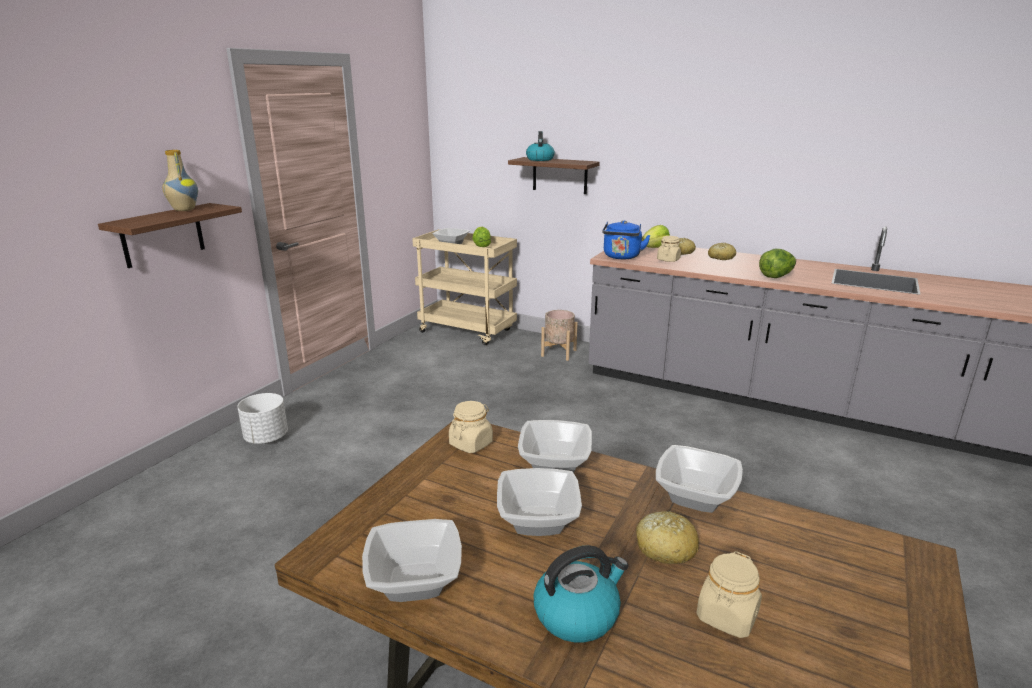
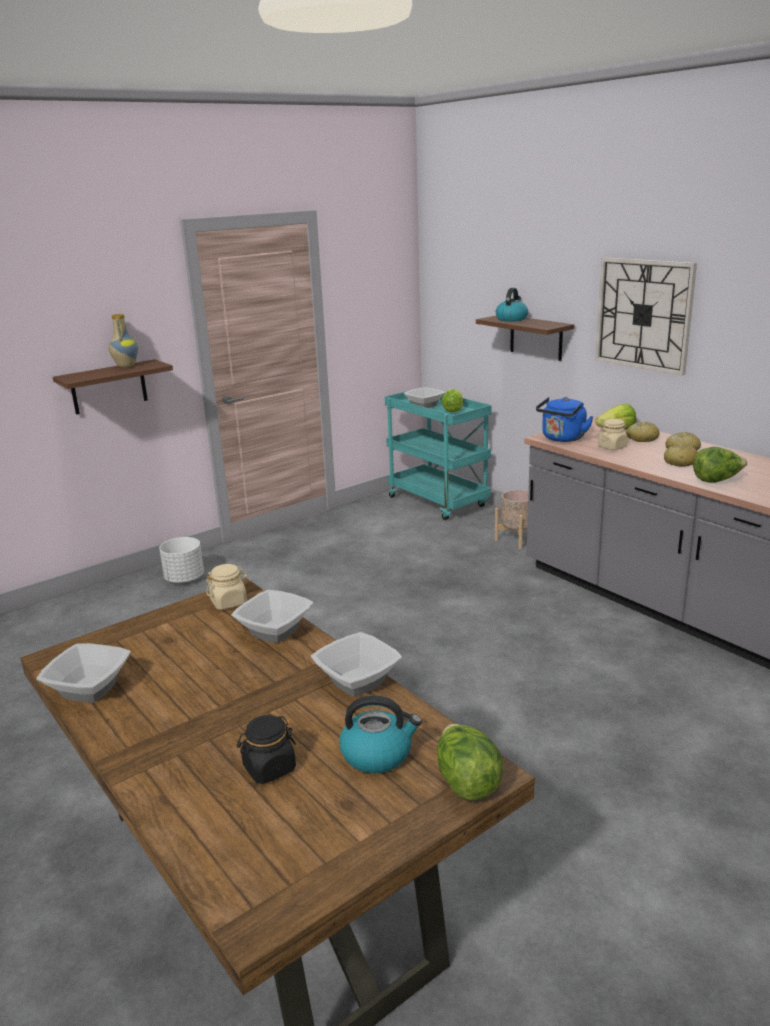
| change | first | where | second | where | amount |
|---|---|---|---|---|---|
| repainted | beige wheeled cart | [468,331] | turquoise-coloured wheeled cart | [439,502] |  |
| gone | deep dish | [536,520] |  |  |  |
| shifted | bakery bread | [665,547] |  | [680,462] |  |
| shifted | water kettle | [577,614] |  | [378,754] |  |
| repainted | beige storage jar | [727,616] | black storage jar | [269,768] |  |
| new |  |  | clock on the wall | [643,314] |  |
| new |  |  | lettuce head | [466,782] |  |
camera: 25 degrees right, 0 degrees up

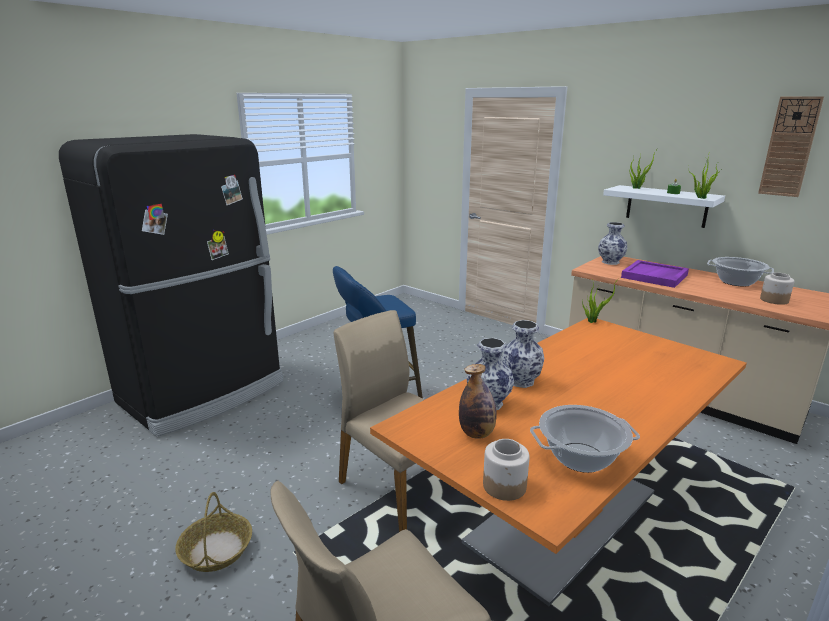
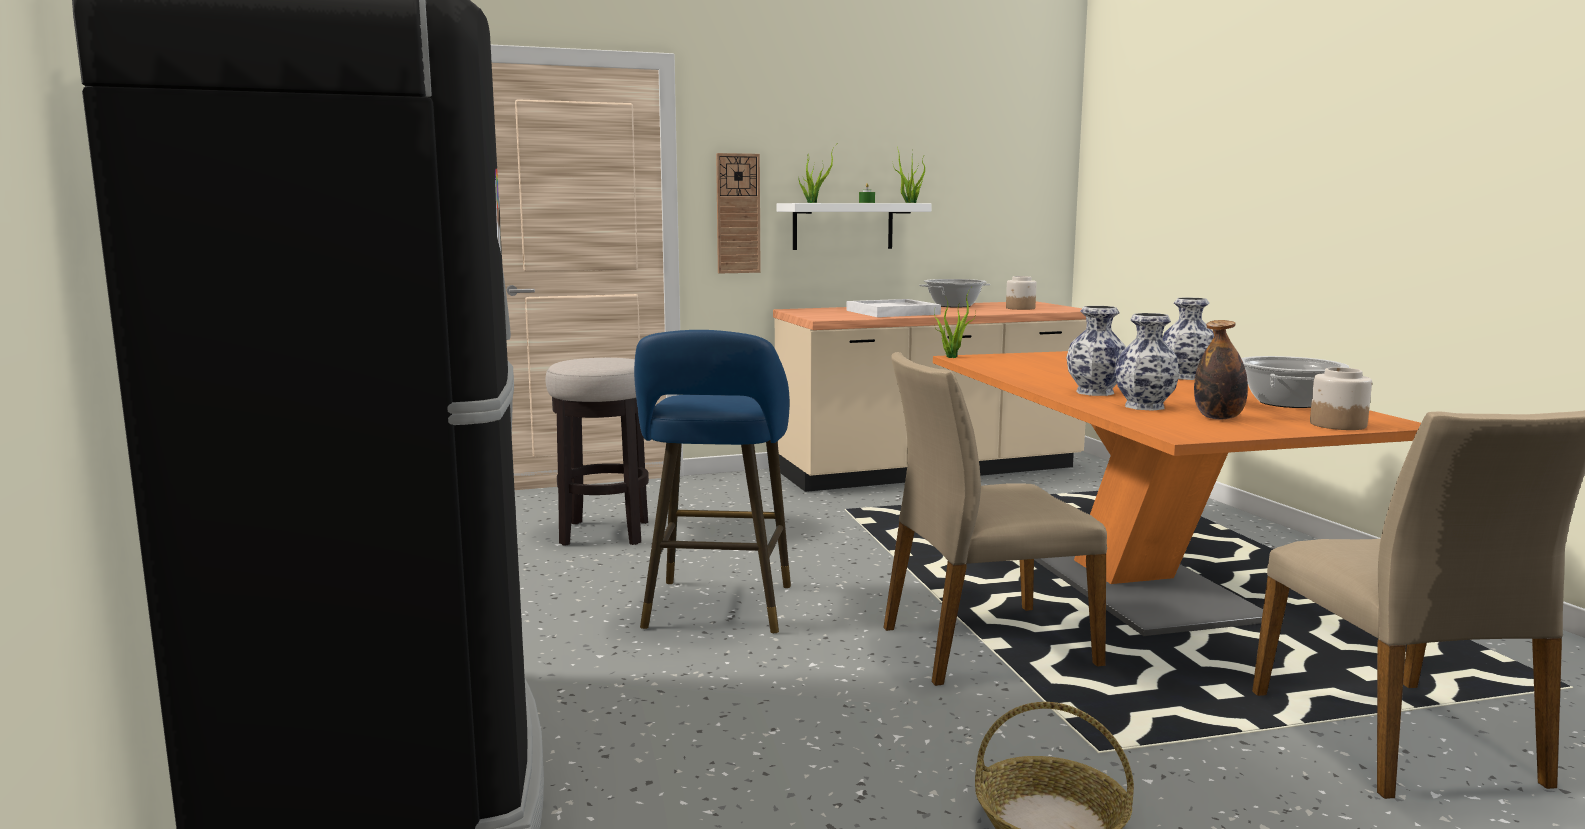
| change | first | where | second | where | amount |
|---|---|---|---|---|---|
| shifted | clock on the wall | [789,147] |  | [738,213] |  |
| shifted | vase | [610,262] |  | [1185,377] |  |
| repainted | purple tray | [655,276] | whitish tray | [893,312] |  |
| new |  |  | stool | [605,533] |  |
camera: 60 degrees left, 10 degrees down

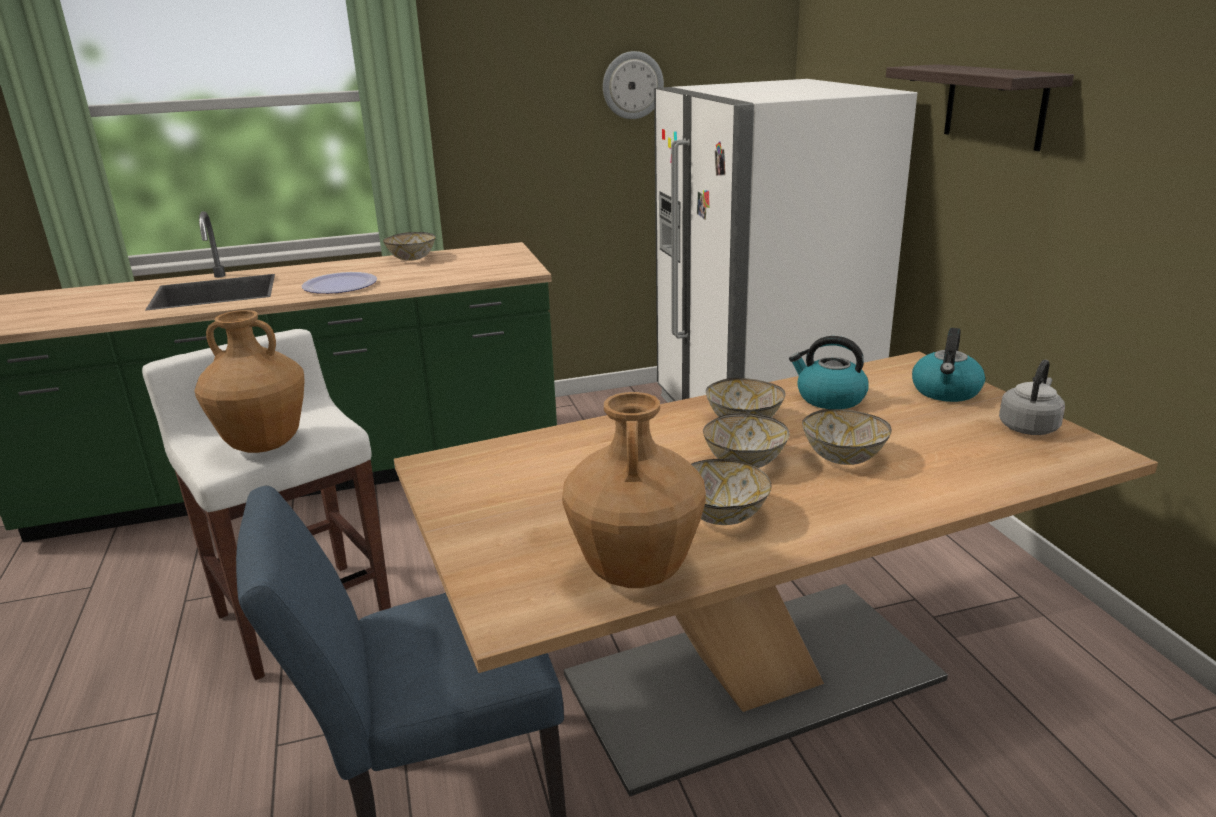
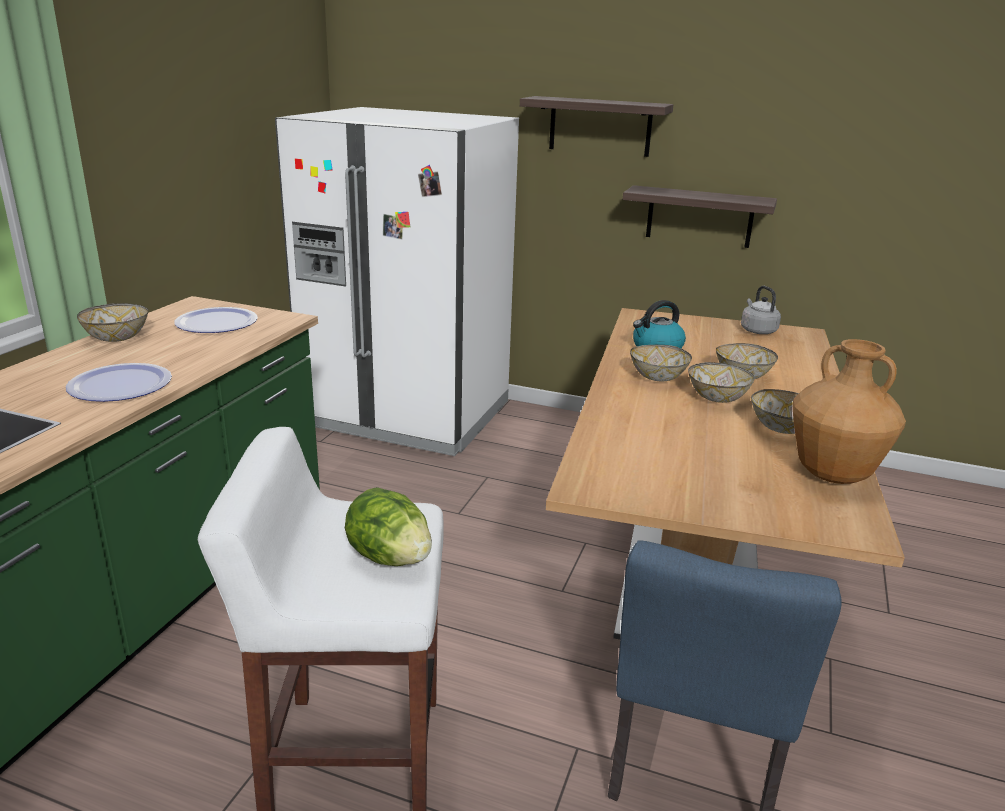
| change | first | where | second | where | amount |
|---|---|---|---|---|---|
| gone | clock on the wall | [632,85] |  |  |  |
| swapped | brownish vase | [265,445] | lettuce head | [390,558] |  |
| gone | water kettle | [946,391] |  |  |  |
| new |  |  | shelf | [699,217] |  |
| new |  |  | dinner plate | [216,322] |  |
camera: 55 degrees left, 0 degrees up

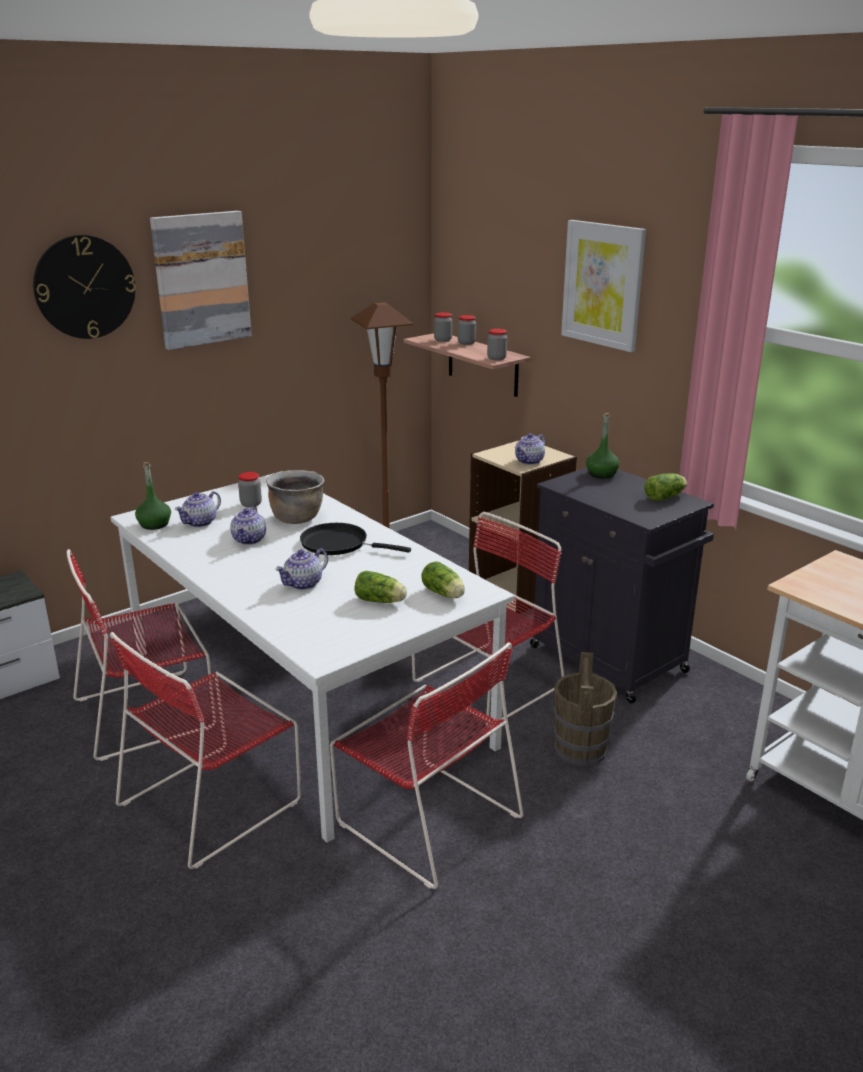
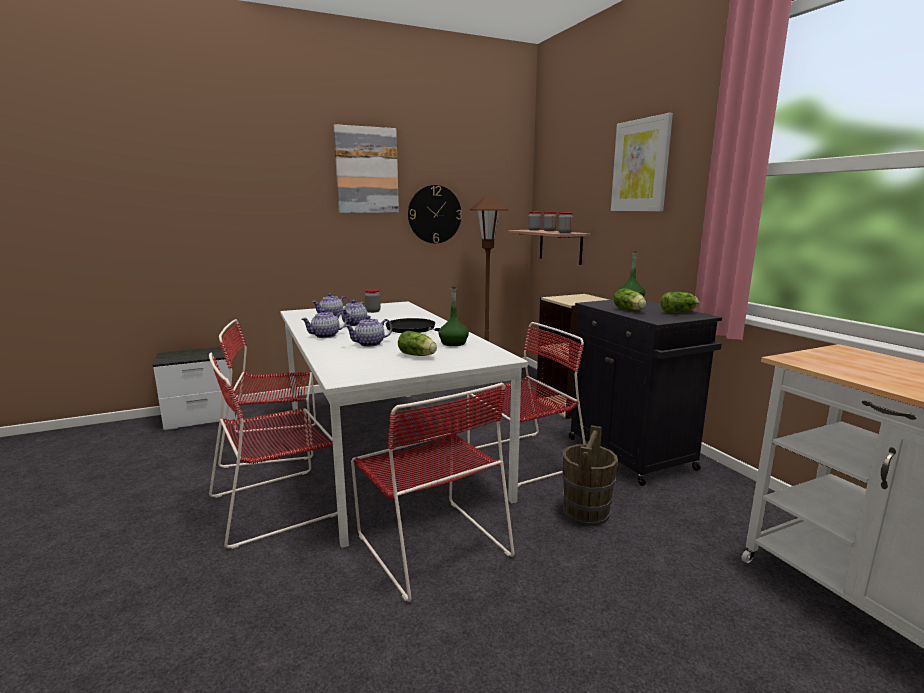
| change | first | where | second | where | amount |
|---|---|---|---|---|---|
| shifted | clock on the wall | [85,287] |  | [434,214] |  |
| shifted | teapot | [529,461] |  | [325,336] |  |
| shifted | green-coloured bottle | [154,524] |  | [453,343] |  |
| gone | brownish cooking pot | [297,518] |  |  |  |
| shifted | lettuce head | [444,594] |  | [630,310] |  |
camera: 15 degrees right, 10 degrees down

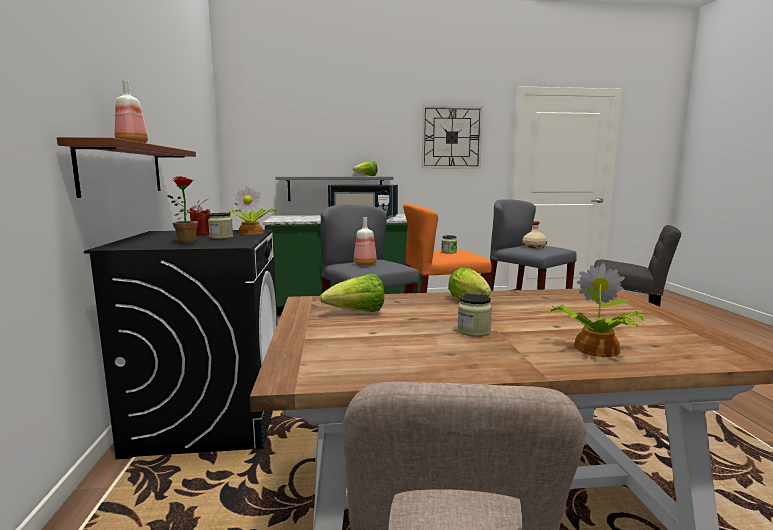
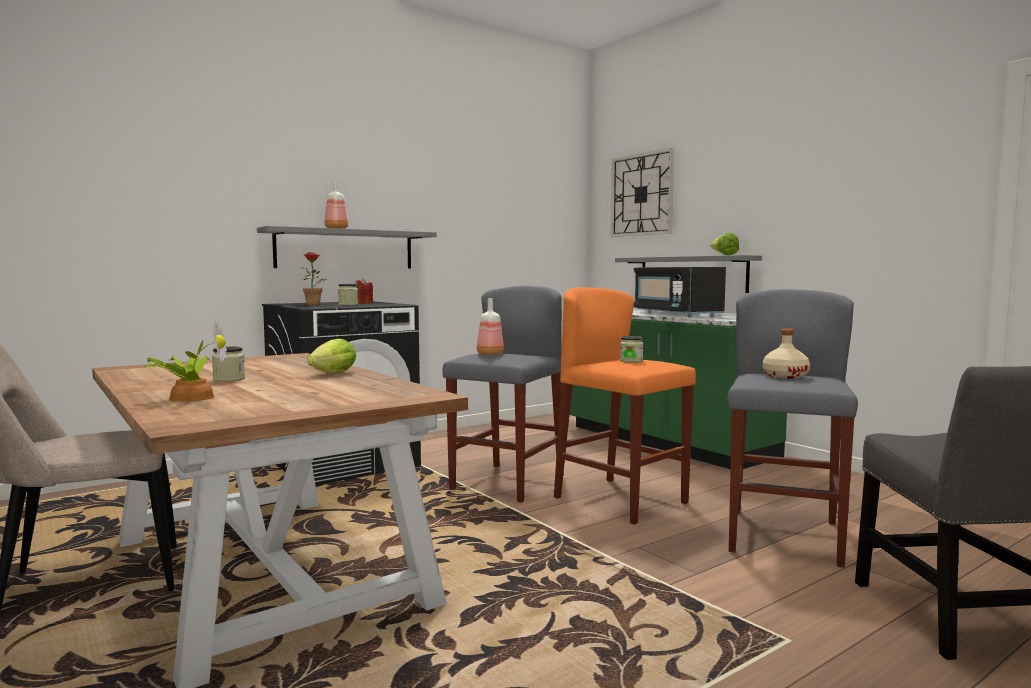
| change | first | where | second | where | amount |
|---|---|---|---|---|---|
| shifted | clock on the wall | [451,137] |  | [642,194] |  |
| repainted | brownish shelf | [123,169] | greyish shelf | [345,249] |  |
| gone | potted plant | [252,232] |  |  |  |
| gone | lettuce head | [357,313] |  |  |  |
camera: 60 degrees right, 5 degrees down

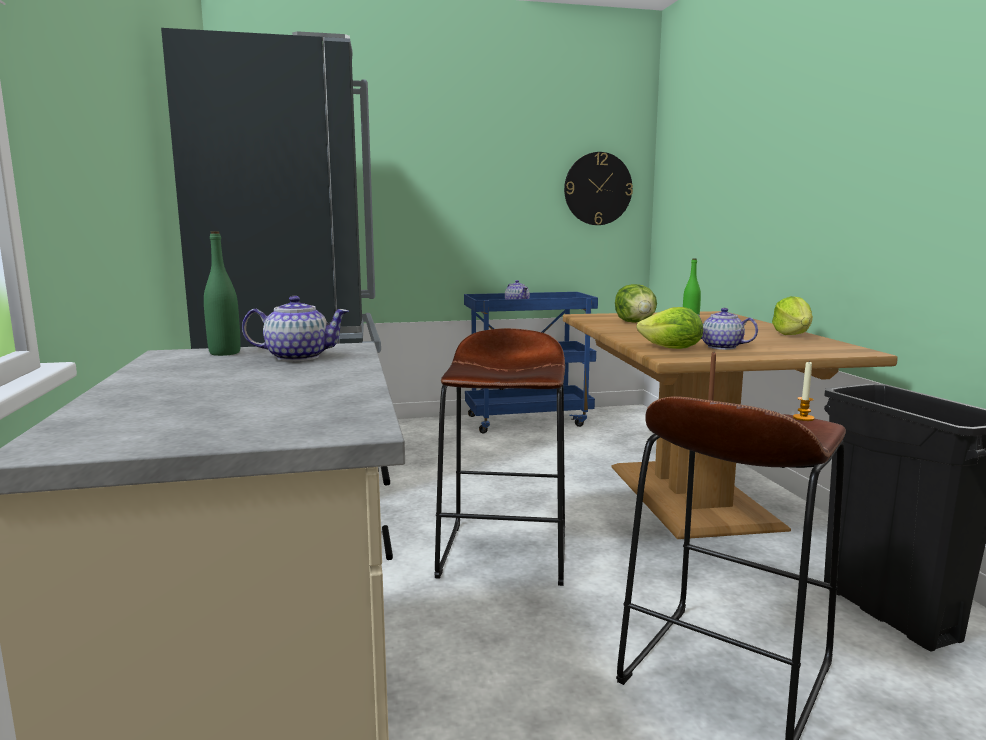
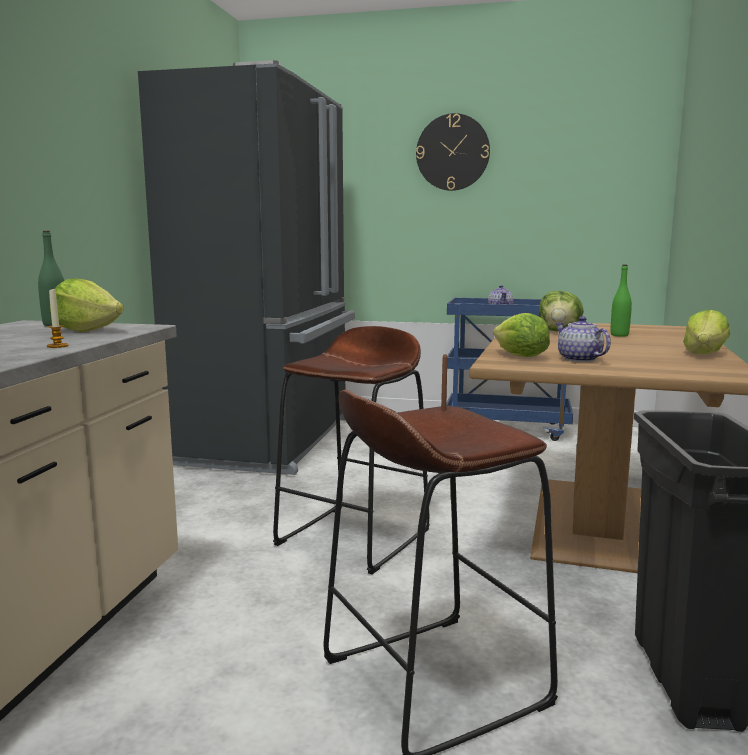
| change | first | where | second | where | amount |
|---|---|---|---|---|---|
| shifted | clock on the wall | [598,189] |  | [452,152] |  |
| swapped | teapot | [297,357] | lettuce head | [86,330] |  |
| shifted | wax candle | [803,418] |  | [57,346] |  |
camera: 25 degrees right, 0 degrees up

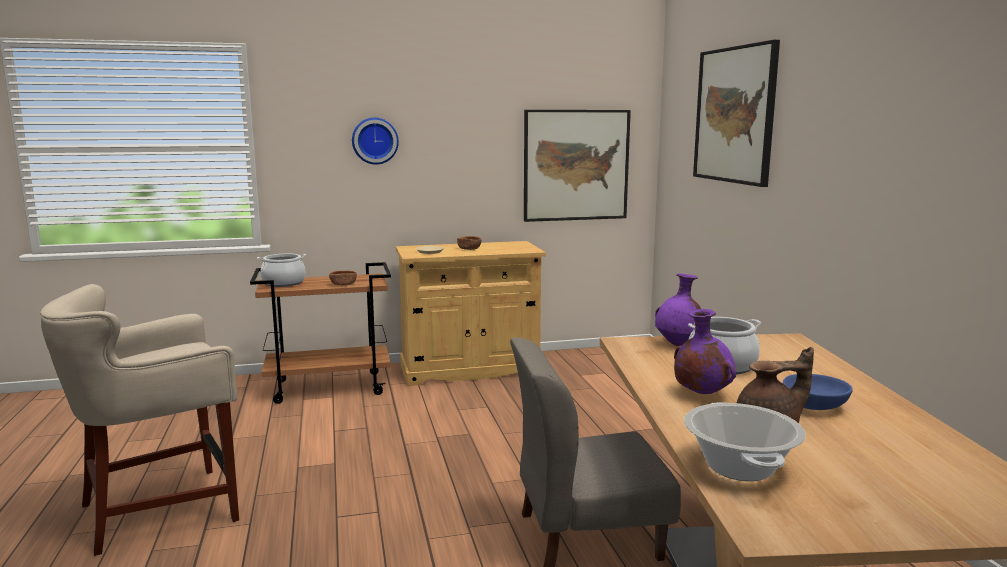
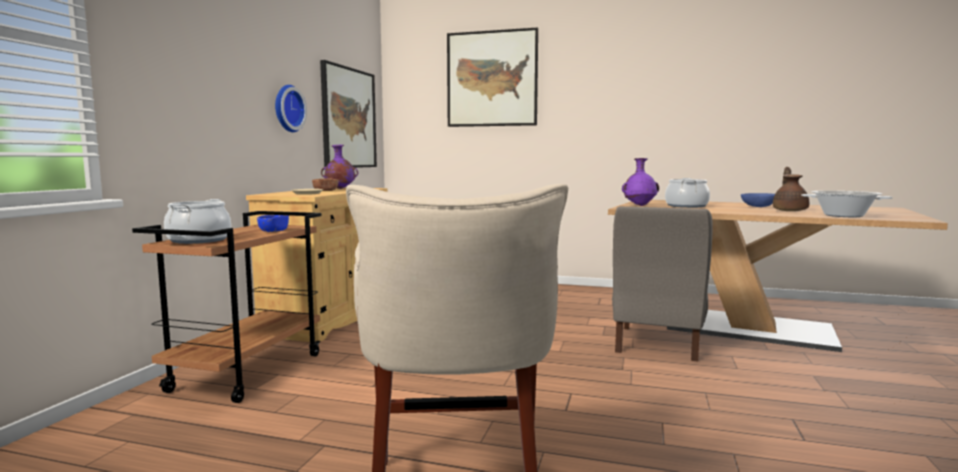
| change | first | where | second | where | amount |
|---|---|---|---|---|---|
| shifted | clock on the wall | [375,141] |  | [287,108] |  |
| repainted | brownish deep dish | [343,284] | blue deep dish | [273,231] |  |
| shifted | purple vase | [701,394] |  | [339,189] |  |
camera: 60 degrees left, 5 degrees down

